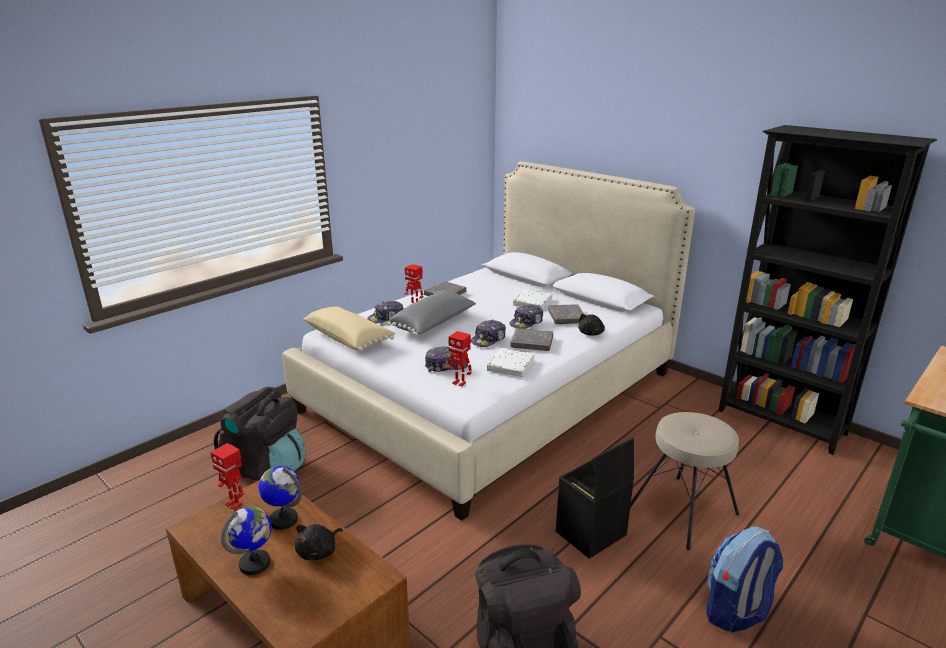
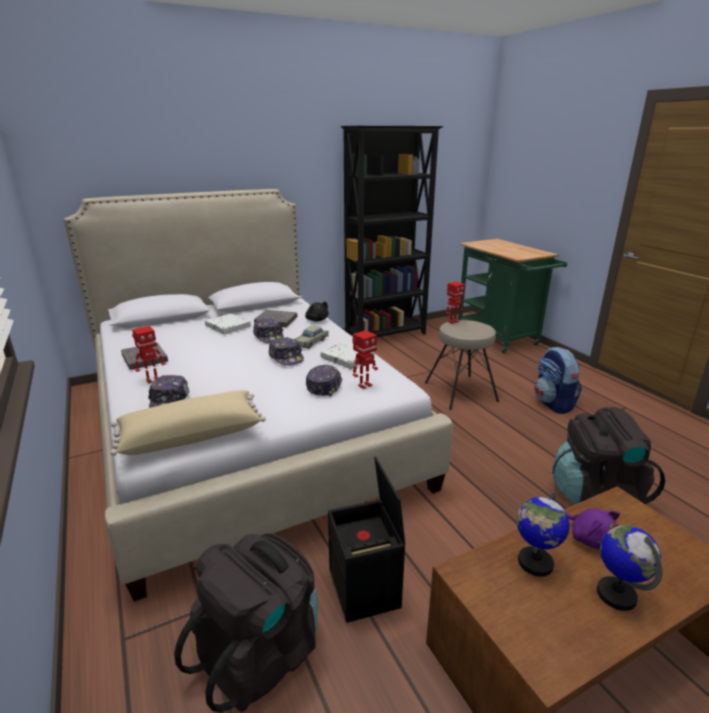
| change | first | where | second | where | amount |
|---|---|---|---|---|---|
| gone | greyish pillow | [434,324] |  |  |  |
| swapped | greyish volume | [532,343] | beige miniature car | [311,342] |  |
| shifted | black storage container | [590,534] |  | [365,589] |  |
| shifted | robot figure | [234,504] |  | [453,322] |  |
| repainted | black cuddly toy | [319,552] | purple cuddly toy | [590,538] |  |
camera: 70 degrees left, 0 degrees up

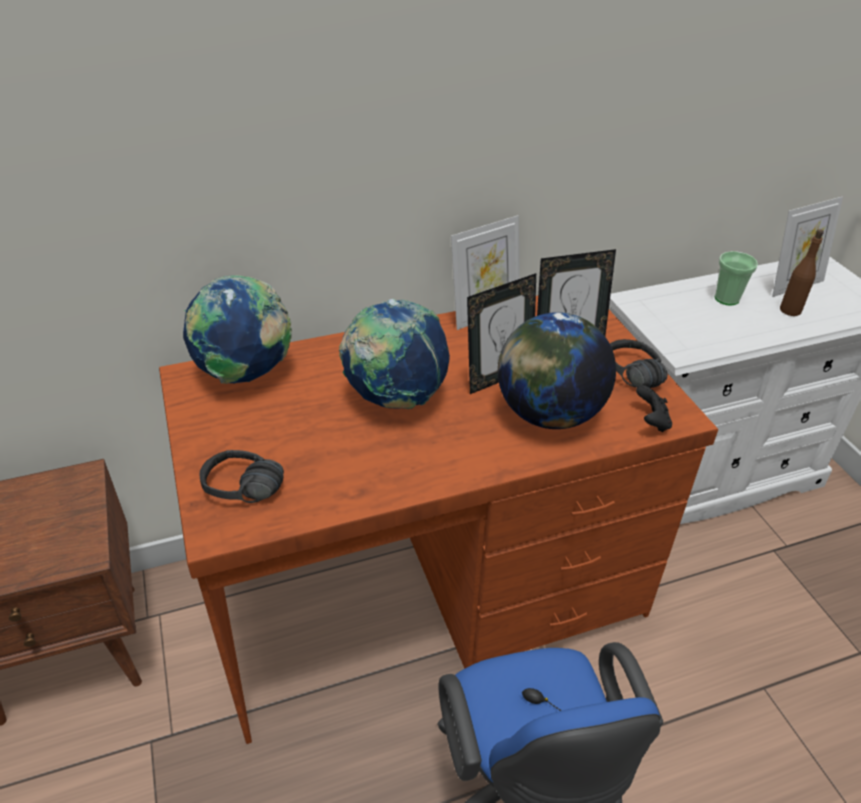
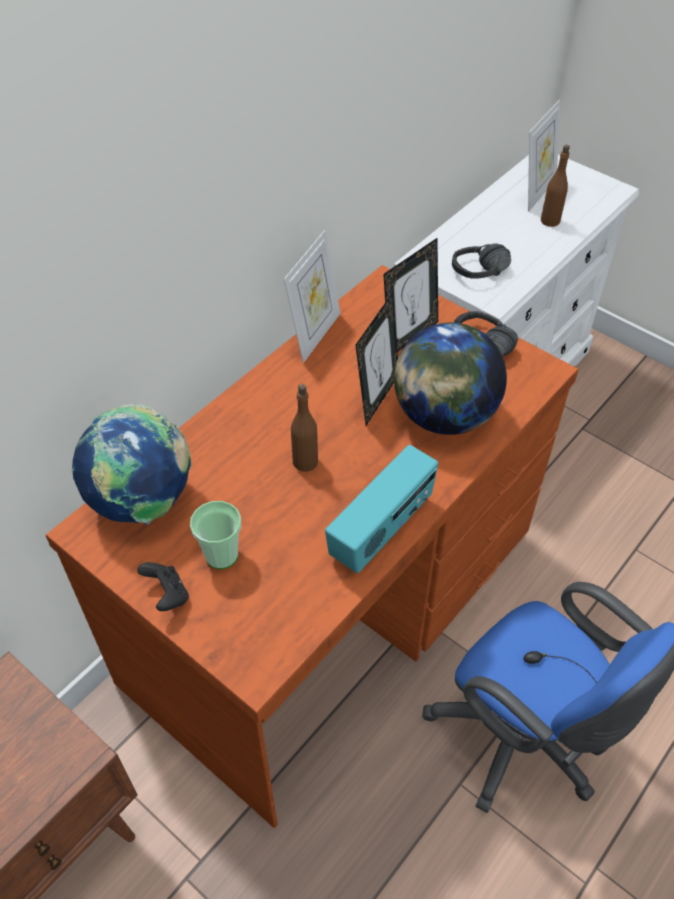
| change | first | where | second | where | amount |
|---|---|---|---|---|---|
| shifted | cup | [726,298] |  | [221,555] |  |
| swapped | globe | [395,399] | brownish bottle | [305,461] |  |
| shifted | black joypad | [651,422] |  | [167,595] |  |
| shifted | black headphones | [239,497] |  | [483,276] |  |
| new |  |  | radio | [382,529] |  |
camera: 30 degrees left, 10 degrees up

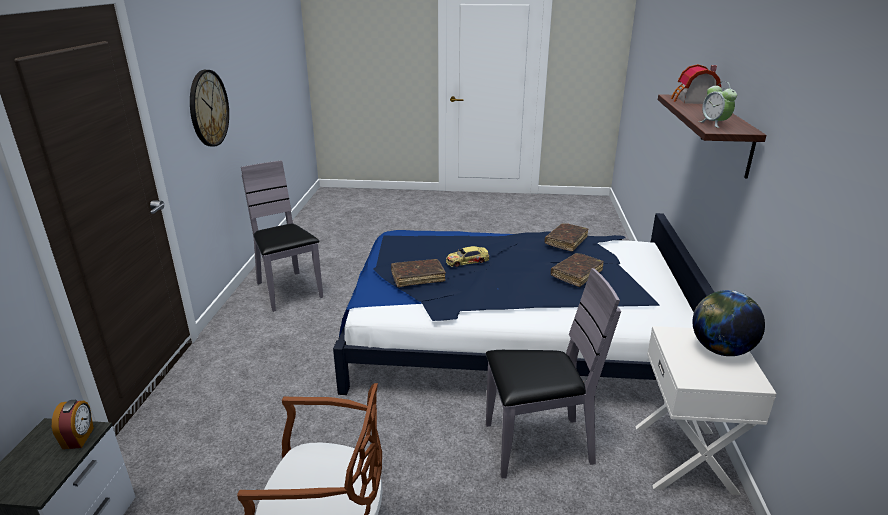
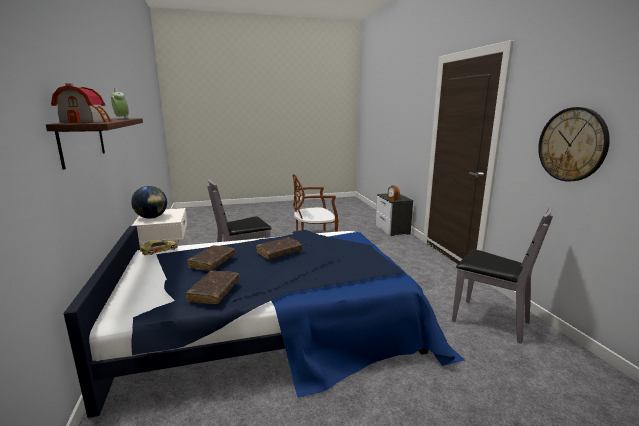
| change | first | where | second | where | amount |
|---|---|---|---|---|---|
| shifted | miniature car | [467,261] |  | [159,250] |  |
| shifted | brownish volume | [418,277] |  | [279,252] |  |
camera: 160 degrees right, 10 degrees down

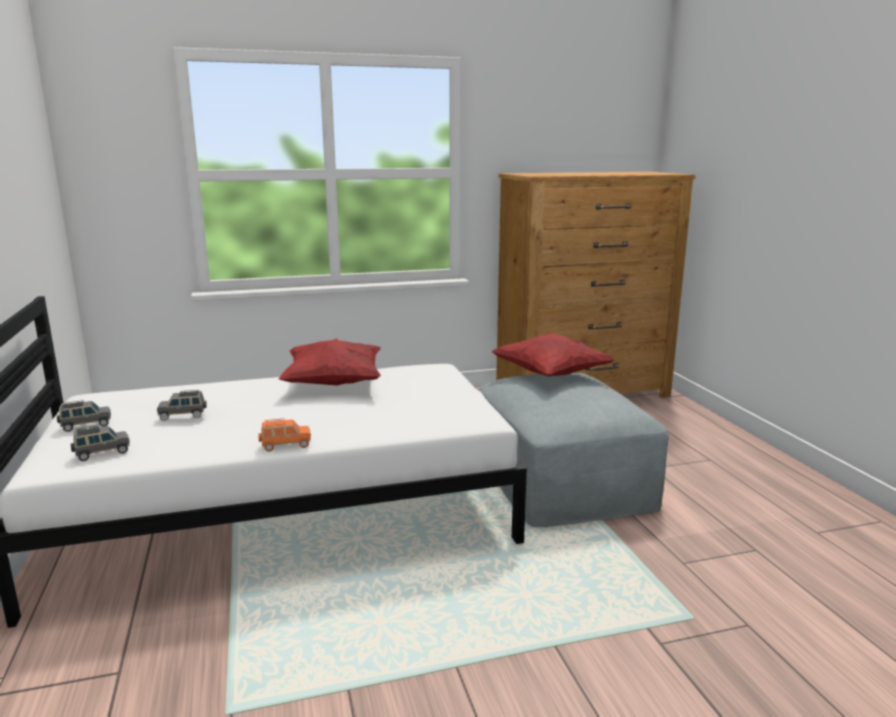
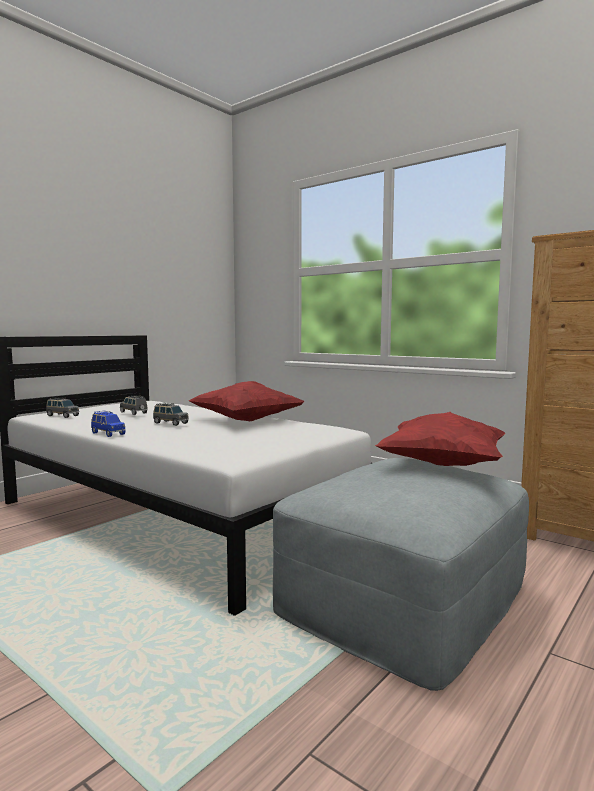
| change | first | where | second | where | amount |
|---|---|---|---|---|---|
| shifted | greyish miniature car | [85,425] |  | [170,423] |  |
| repainted | orange-coloured miniature car | [285,445] | blue miniature car | [108,433] |  |
camera: 55 degrees right, 10 degrees down

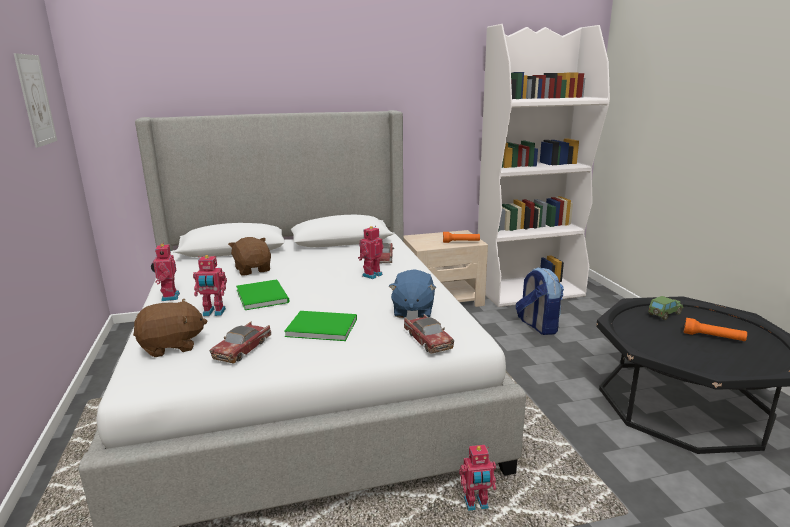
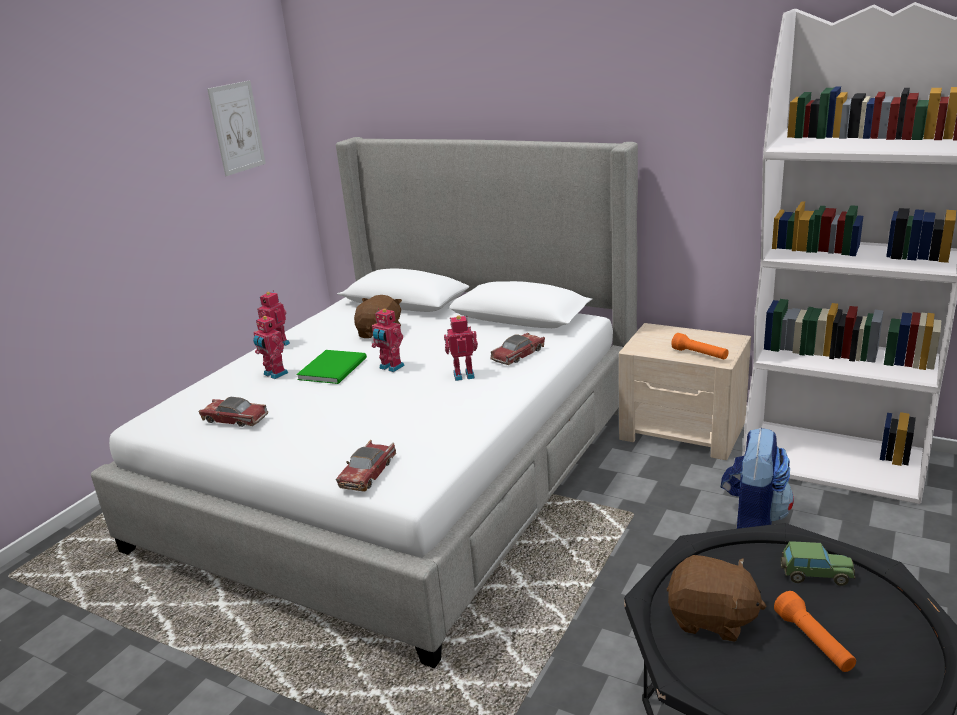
| change | first | where | second | where | amount |
|---|---|---|---|---|---|
| gone | blue cuddly toy | [412,311] |  |  |  |
| shifted | brownish cuddly toy | [172,346] |  | [711,619] |  |
| gone | green-coloured volume | [320,326] |  |  |  |
| rotated | miniature car | [242,348] |  | [235,419] | 45 degrees clockwise |
| shifted | robot figure | [476,505] |  | [390,367] |  |
camera: 45 degrees right, 5 degrees up

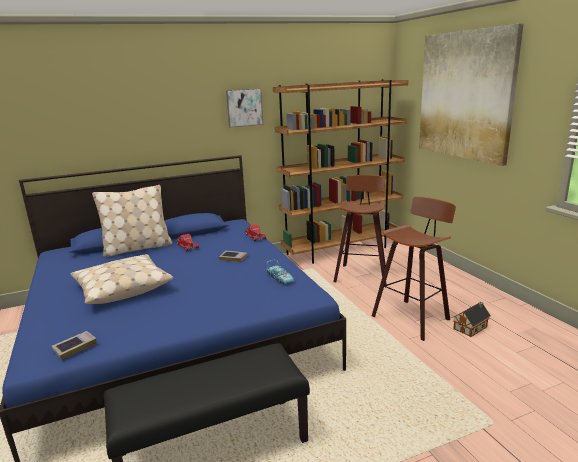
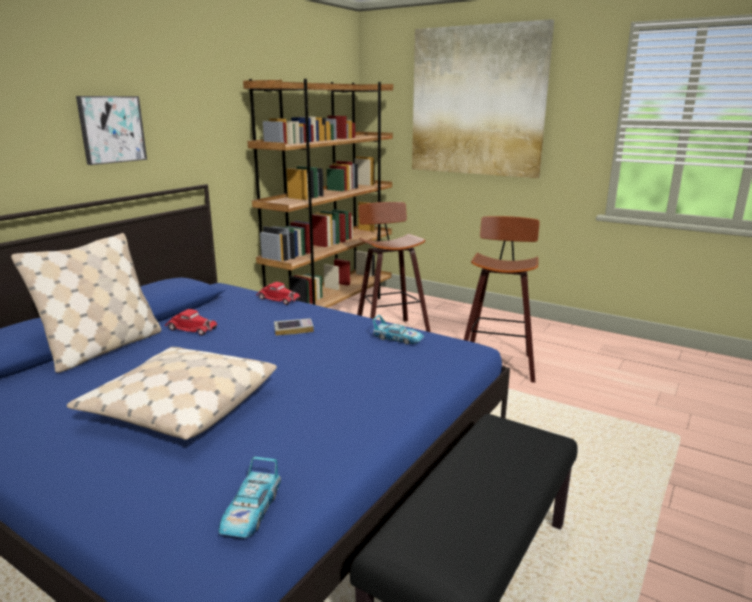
| change | first | where | second | where | amount |
|---|---|---|---|---|---|
| shifted | wall art | [244,107] |  | [111,129] |  |
| gone | model house | [471,327] |  |  |  |
| swapped | volume | [75,347] | miniature car | [251,511] |  |
camera: 35 degrees left, 0 degrees up

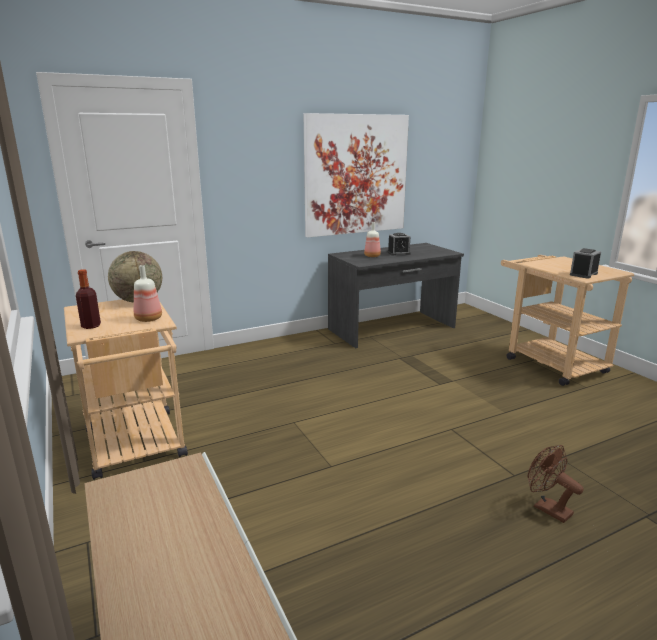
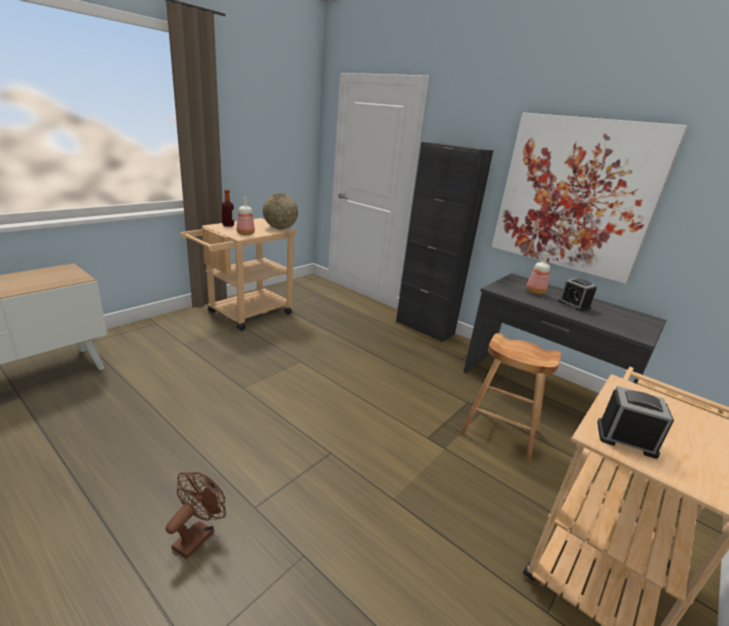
| change | first | where | second | where | amount |
|---|---|---|---|---|---|
| new |  |  | black cupboard | [424,328] |  |
| new |  |  | brownish stool | [500,432] |  |
camera: 65 degrees right, 5 degrees up

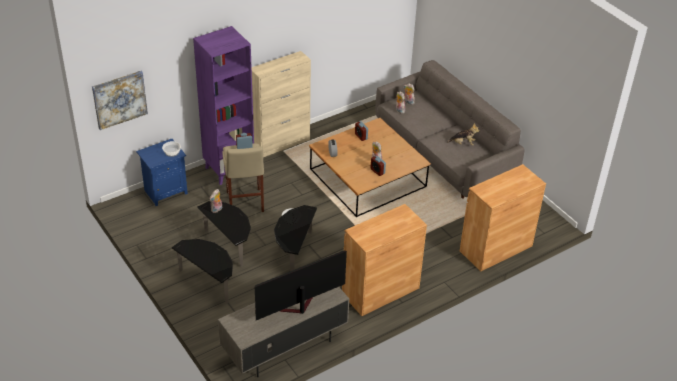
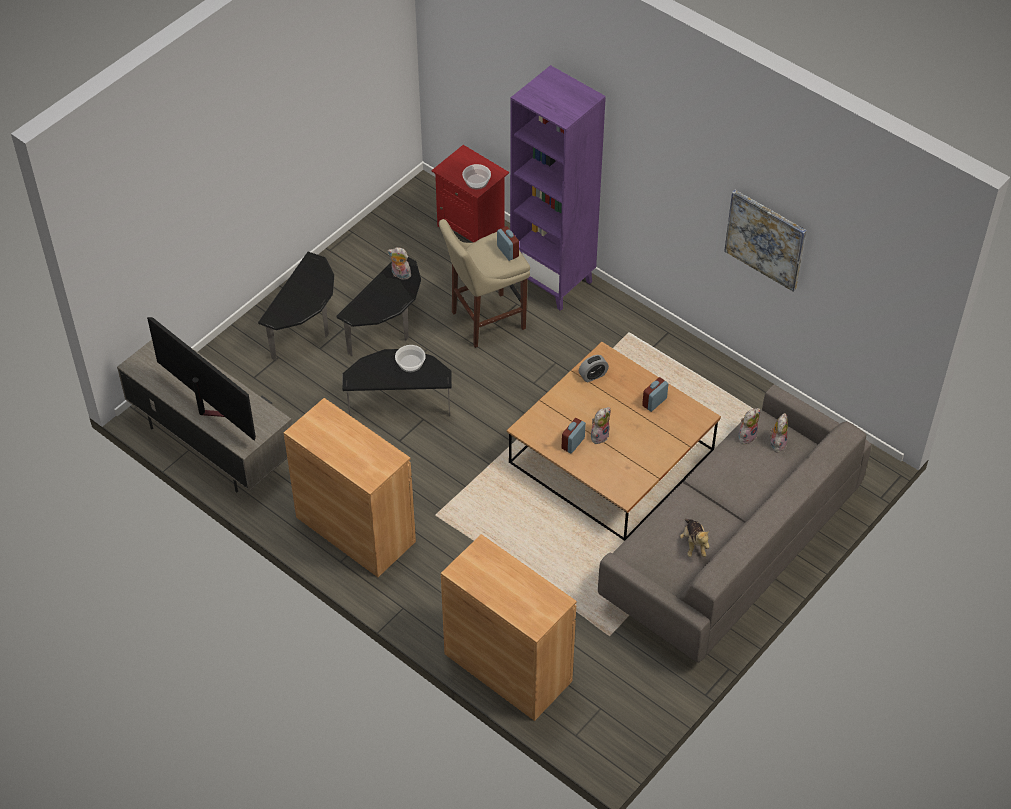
| change | first | where | second | where | amount |
|---|---|---|---|---|---|
| gone | beige cupboard | [281,144] |  |  |  |
| shifted | wall art | [119,99] |  | [765,239] |  |
| repainted | blue nightstand | [165,191] | red nightstand | [472,226] |  |
camera: 75 degrees right, 10 degrees up

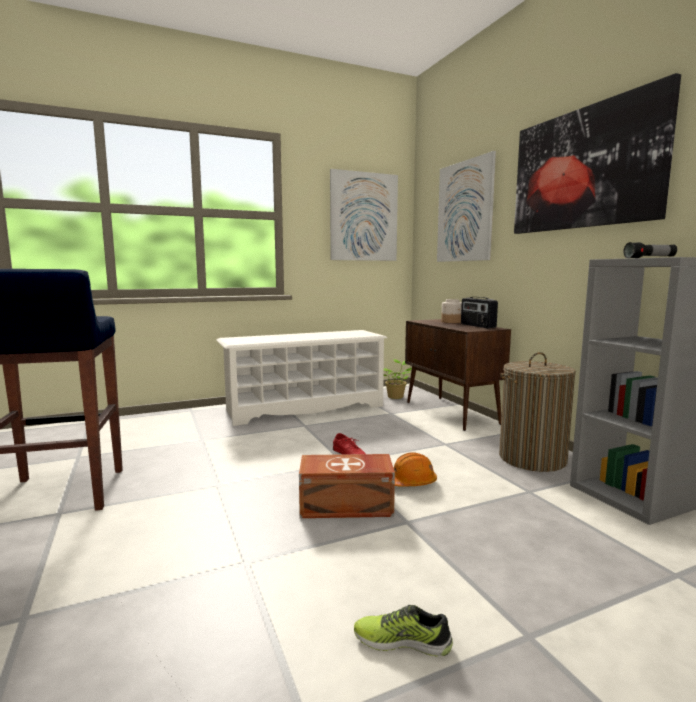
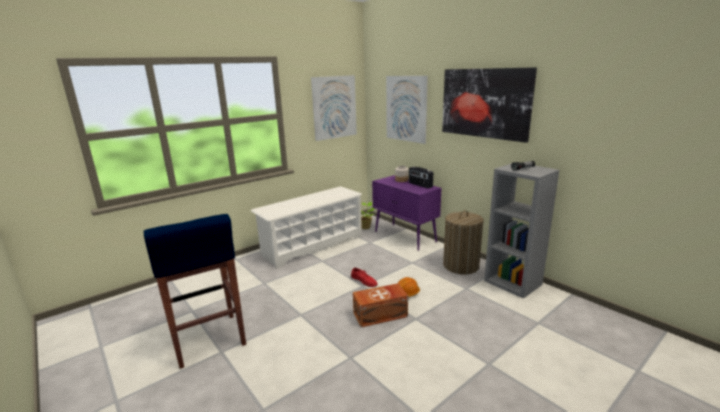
| change | first | where | second | where | amount |
|---|---|---|---|---|---|
| repainted | brownish cupboard | [451,413] | purple cupboard | [405,237] |  |
| gone | low shoe | [402,641] |  |  |  |
camera: 15 degrees left, 10 degrees up

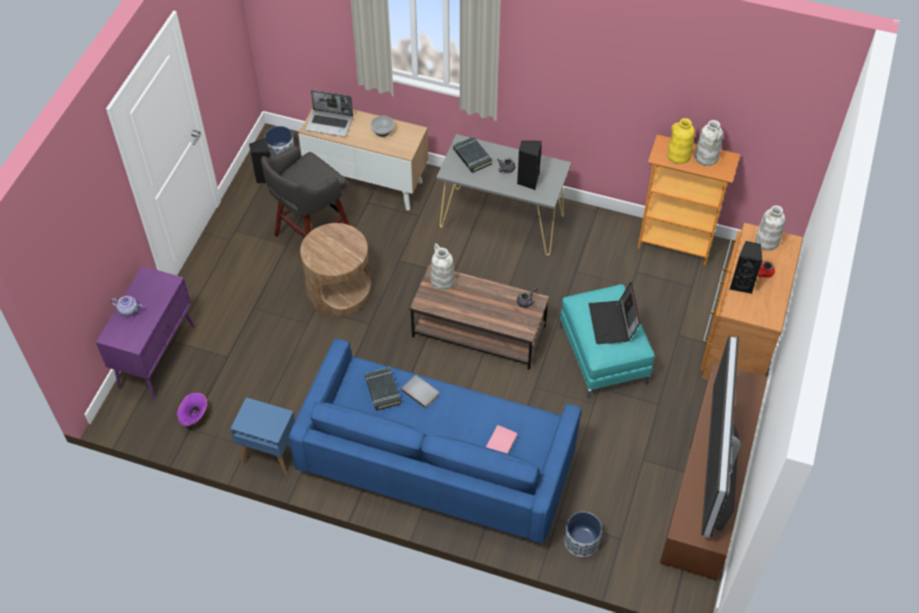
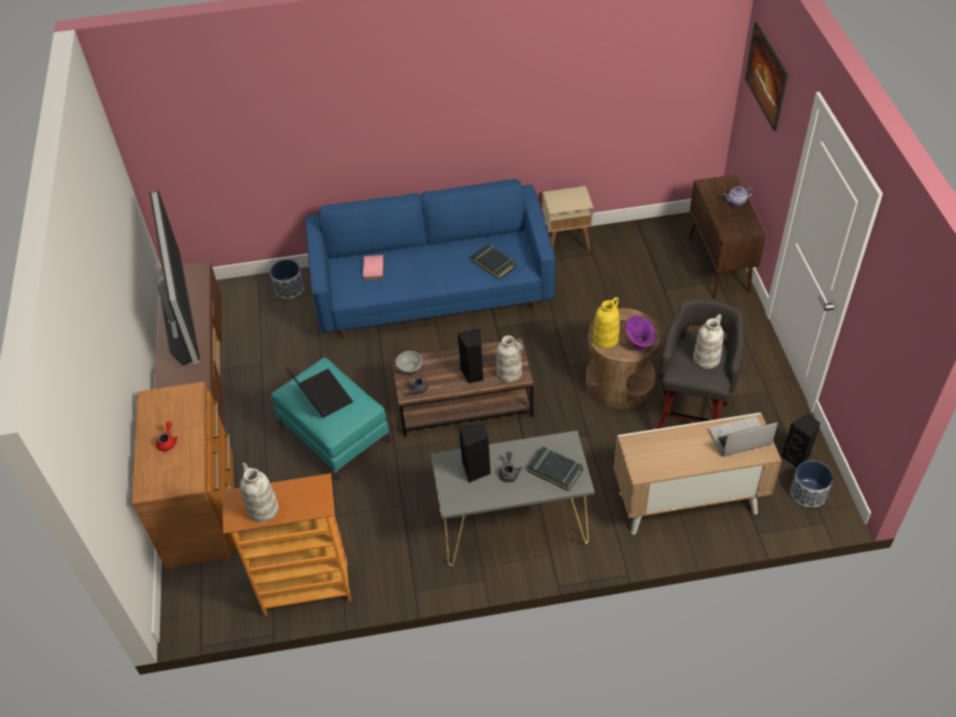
| change | first | where | second | where | amount |
|---|---|---|---|---|---|
| shifted | deep dish | [383,132] |  | [409,369] |  |
| shifted | yellow vase | [678,156] |  | [605,339] |  |
| shifted | whitish vase | [766,241] |  | [706,358] |  |
| shifted | black audio speaker | [742,284] |  | [473,374] |  |
| repainted | purple cupboard | [157,356] | brownish cupboard | [719,266] |  |
| gone | greyish volume | [421,391] |  |  |  |
| shifted | purple vase | [194,418] |  | [639,343] |  |
| repainted | blue side table | [269,454] | beige side table | [567,244] |  |
| new |  |  | wall art | [764,90] |  |
camera: 155 degrees right, 5 degrees down

